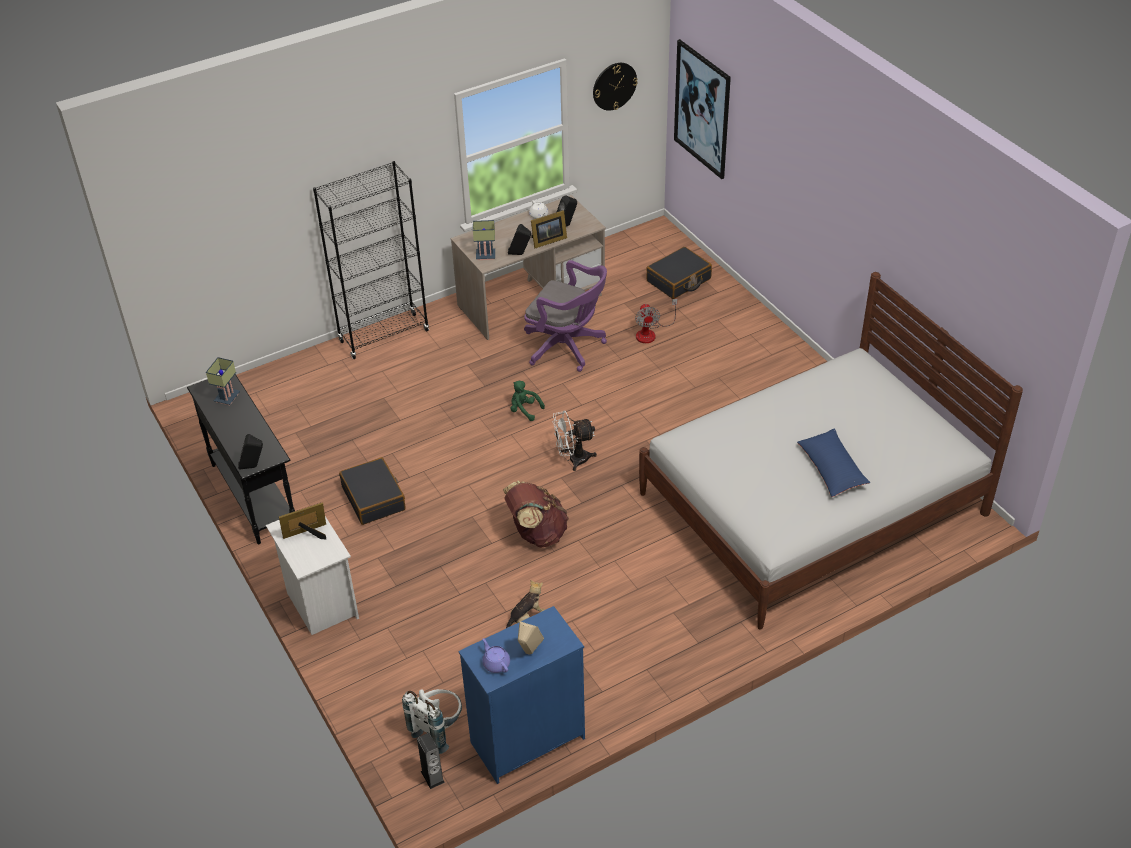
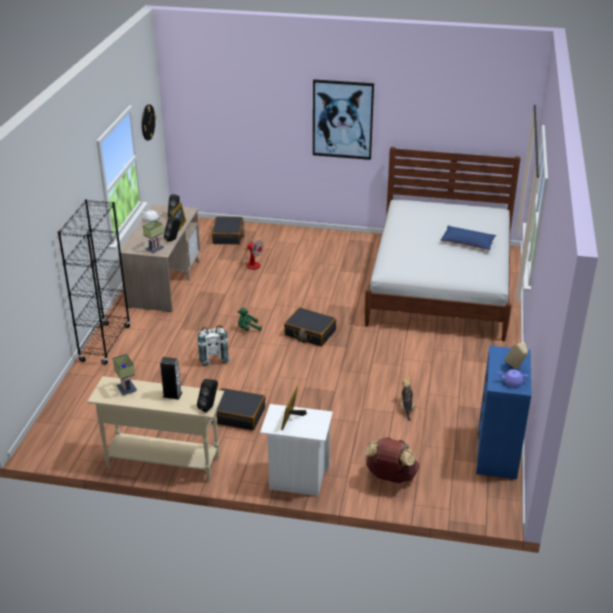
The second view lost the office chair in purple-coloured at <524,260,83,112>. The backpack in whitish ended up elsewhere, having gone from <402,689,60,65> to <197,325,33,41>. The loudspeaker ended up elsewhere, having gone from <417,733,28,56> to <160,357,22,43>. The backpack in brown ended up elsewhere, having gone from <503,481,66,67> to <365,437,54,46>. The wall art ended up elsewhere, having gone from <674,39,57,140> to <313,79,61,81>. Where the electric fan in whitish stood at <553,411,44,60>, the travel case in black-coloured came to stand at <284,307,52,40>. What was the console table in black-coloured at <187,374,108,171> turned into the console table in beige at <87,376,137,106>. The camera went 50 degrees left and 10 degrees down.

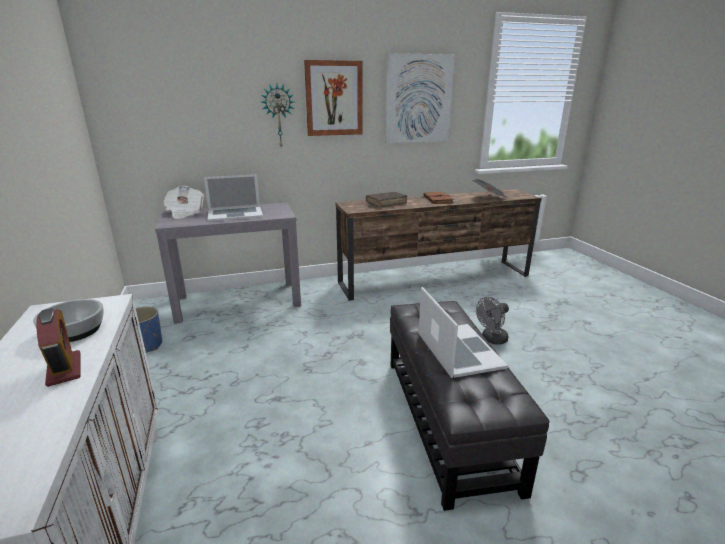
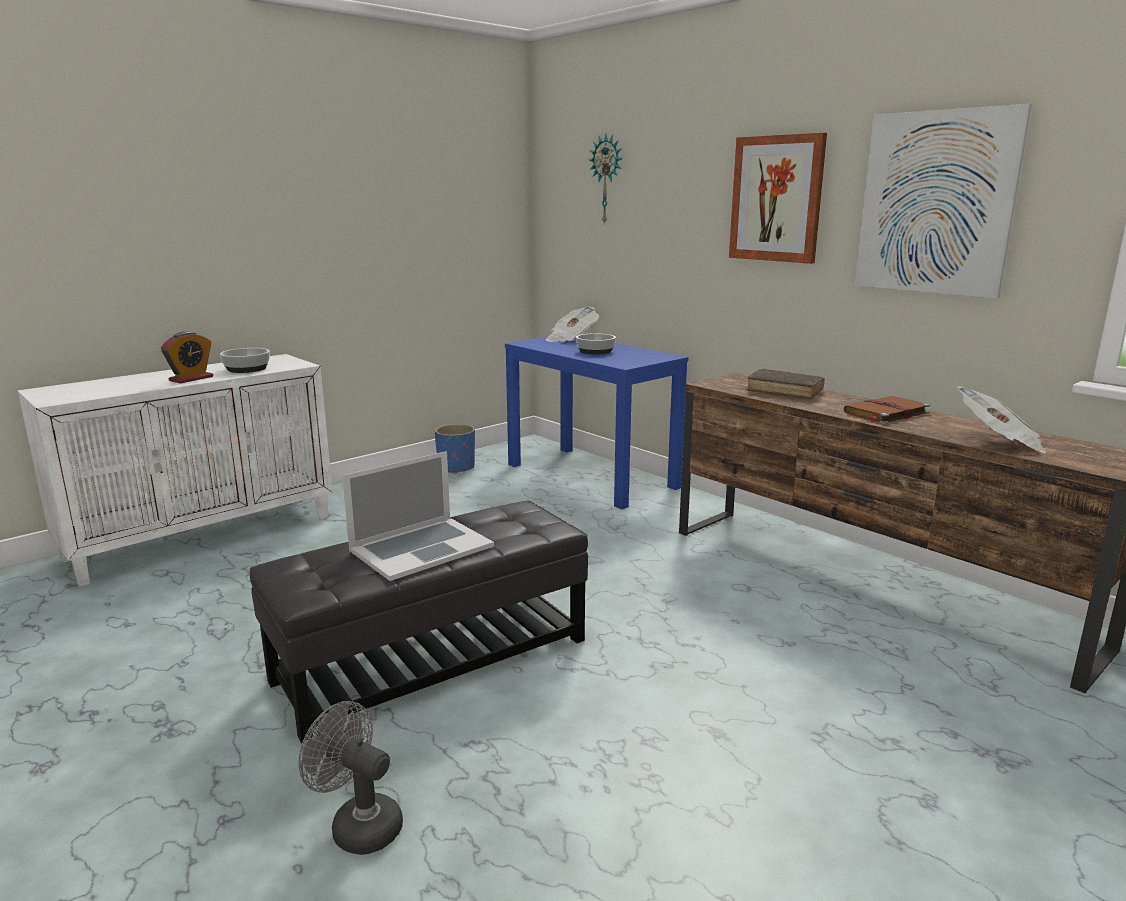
The hanging clock ended up elsewhere, having gone from <262,84,33,65> to <589,134,34,91>. The electric fan in gray ended up elsewhere, having gone from <476,297,33,47> to <298,701,105,154>. Where the laptop stood at <204,174,59,48>, the serving bowl came to stand at <576,333,40,22>. What was the console table in gray at <155,202,146,122> turned into the console table in blue-coloured at <505,337,184,172>. The camera went 65 degrees right and 5 degrees down.

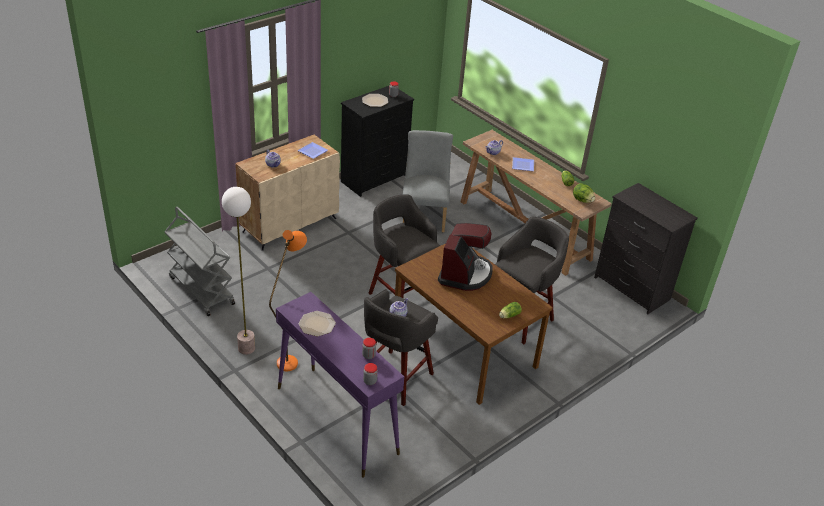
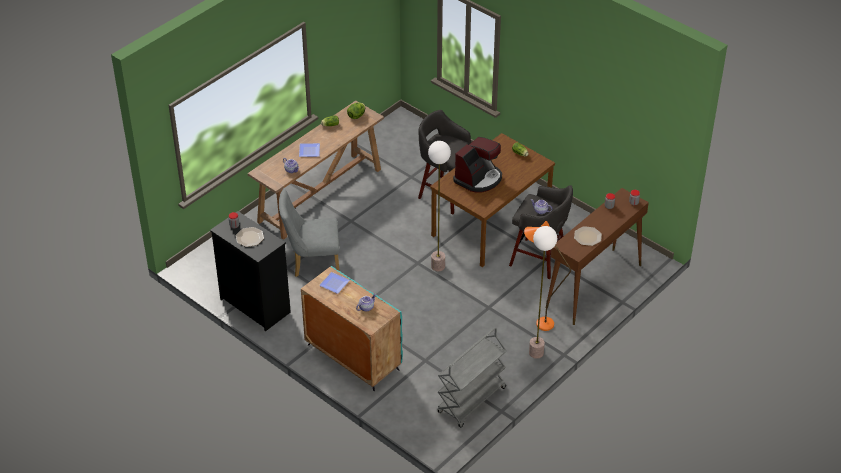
The second view lost the dresser in black-coloured at <594,183,104,131>. Where the sitting stool in gray stood at <369,194,71,104>, the standard lamp came to stand at <428,141,23,131>. What was the cabinet in beige at <235,135,105,116> turned into the cabinet in turquoise-coloured at <301,266,102,125>. What was the console table in purple-coloured at <276,292,128,185> turned into the console table in brown at <547,188,102,137>. The coffee maker at <438,223,55,68> ended up facing another way, 120 degrees clockwise from before. The camera went 95 degrees left and 5 degrees up.

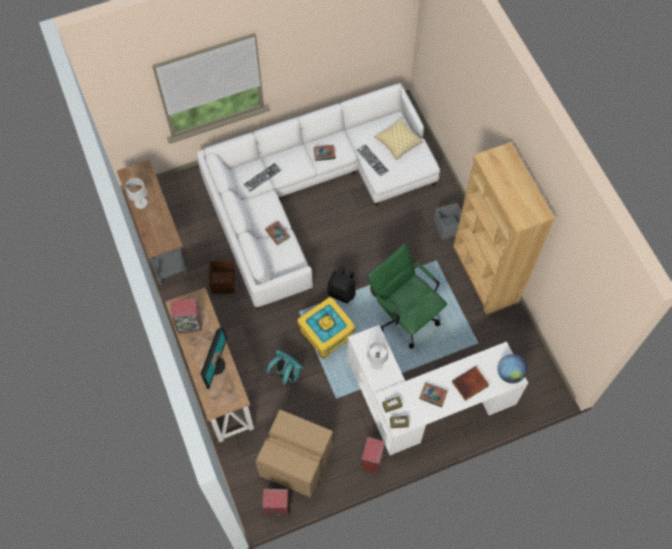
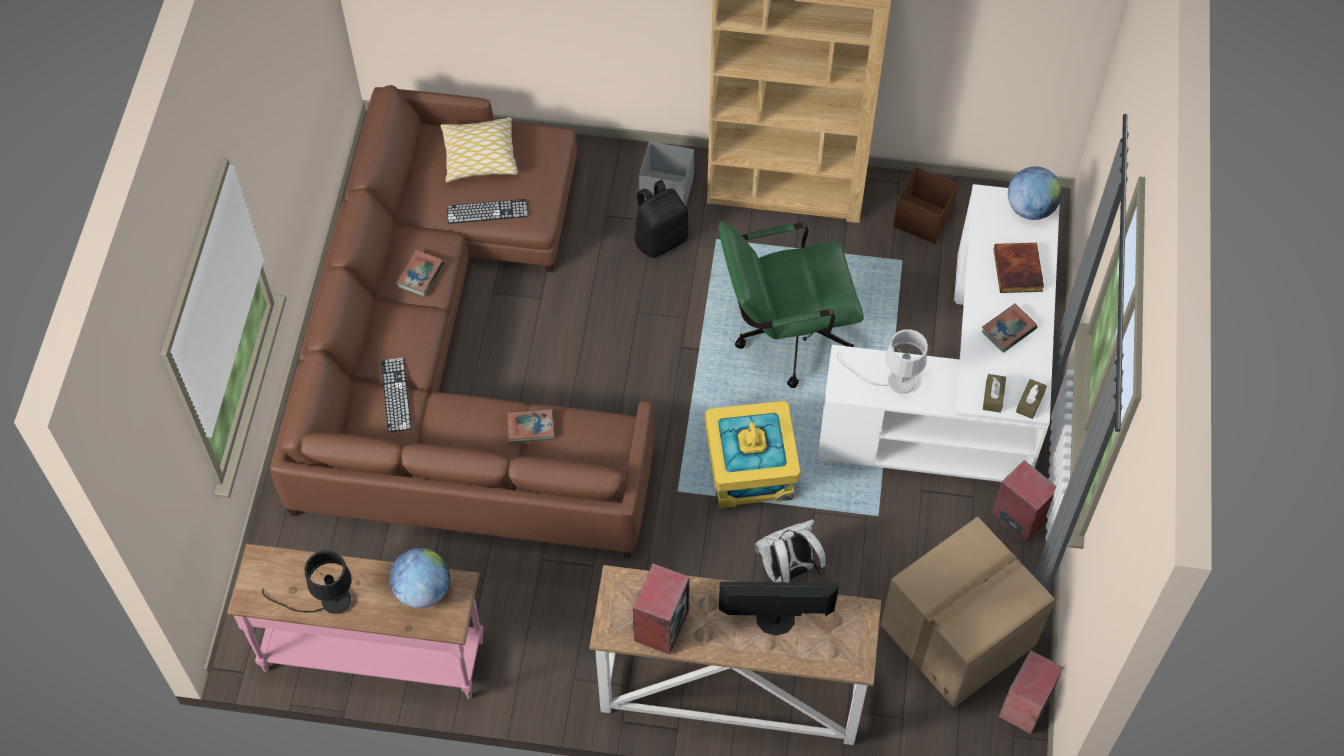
The second view gained the desk globe at <390,548,60,60>. The storage box in brown ended up elsewhere, having gone from <208,261,27,33> to <893,167,66,77>. The backpack in black-coloured ended up elsewhere, having gone from <327,266,29,37> to <634,180,54,78>. What was the console table in gray at <117,160,71,125> turned into the console table in pink-coloured at <227,543,256,156>. What was the table lamp in whitish at <126,176,22,33> turned into the table lamp in black-coloured at <262,550,90,64>. What was the settee in whitish at <197,83,243,227> turned into the settee in brown at <270,85,384,473>. What was the backpack in turquoise-coloured at <267,350,36,37> turned into the backpack in whitish at <755,519,71,63>. The monitor at <201,327,26,62> ended up facing another way, 45 degrees counterclockwise from before. The camera went 60 degrees left and 5 degrees down.

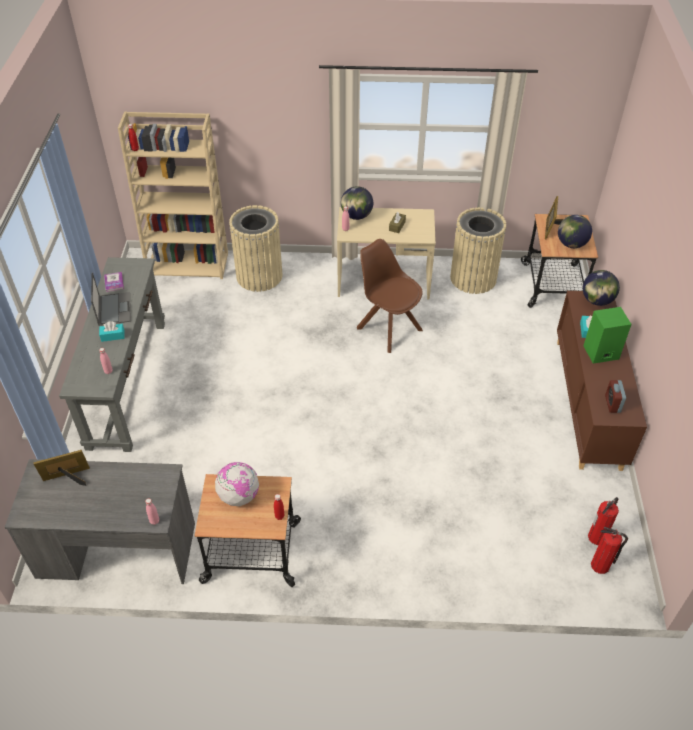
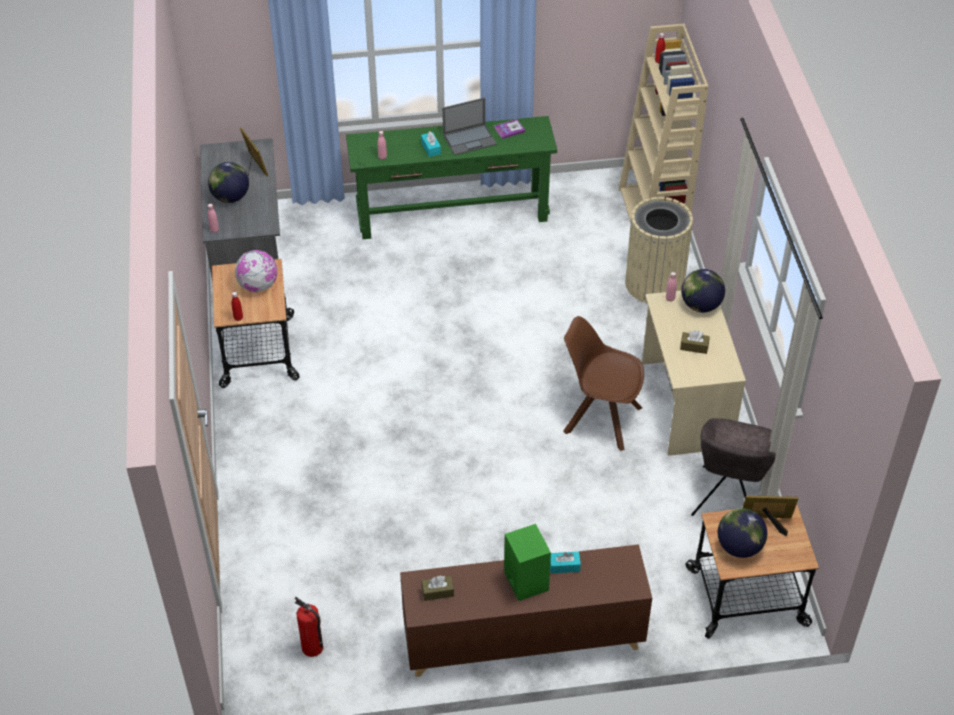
The second view lost the fire extinguisher at <591,527,37,47>. The desk globe ended up elsewhere, having gone from <583,270,37,36> to <208,162,41,41>. Where the waste bin in beige stood at <450,207,56,87>, the plain chair in gray came to stand at <691,418,85,98>. Where the alarm clock stood at <605,380,21,33>, the box of tissues in brown came to stand at <422,576,32,25>. What was the console table in gray at <59,257,106,195> turned into the console table in greenish at <346,116,211,123>. The plain chair in brown at <357,239,66,114> ended up facing another way, 105 degrees counterclockwise from before. The camera went 80 degrees right and 0 degrees up.

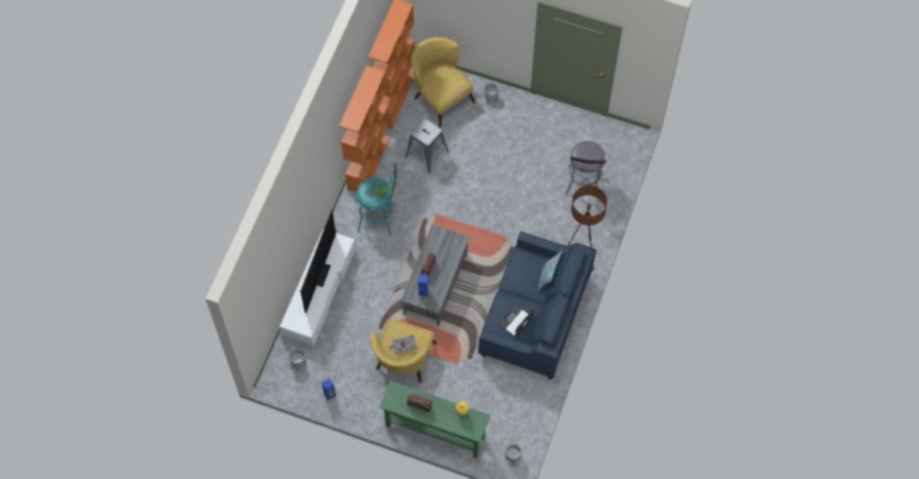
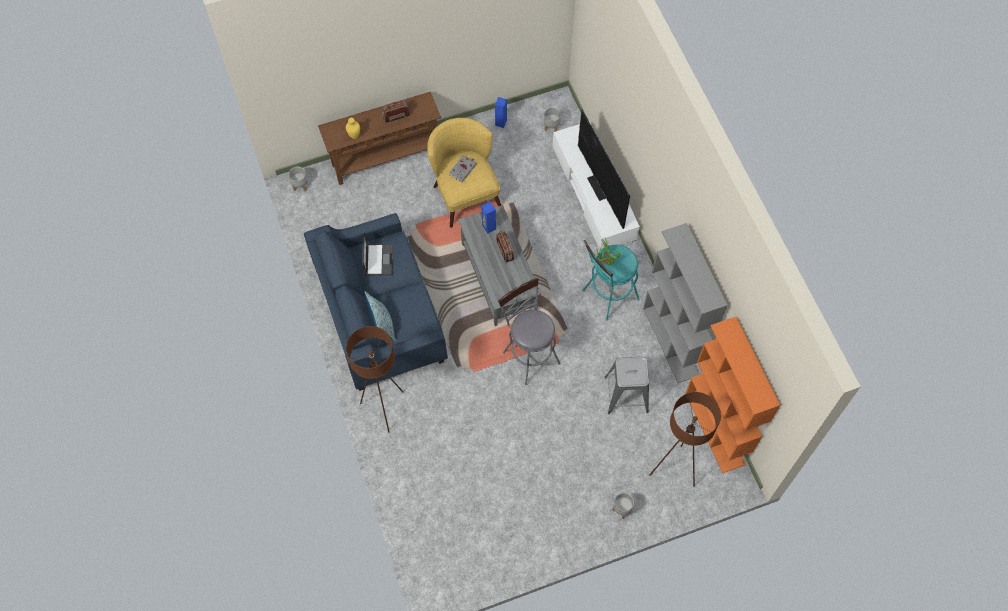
The sitting stool in gray ended up elsewhere, having gone from <565,141,42,58> to <498,277,63,108>. Where the armchair in yellow stood at <411,37,65,90>, the standard lamp in brown came to stand at <649,392,72,95>. What was the bookcase in orangey at <339,65,51,127> turned into the bookcase in gray at <643,223,85,160>. What was the console table in greenish at <379,381,111,77> turned into the console table in brown at <318,92,123,93>. The camera went 140 degrees right and 0 degrees up.

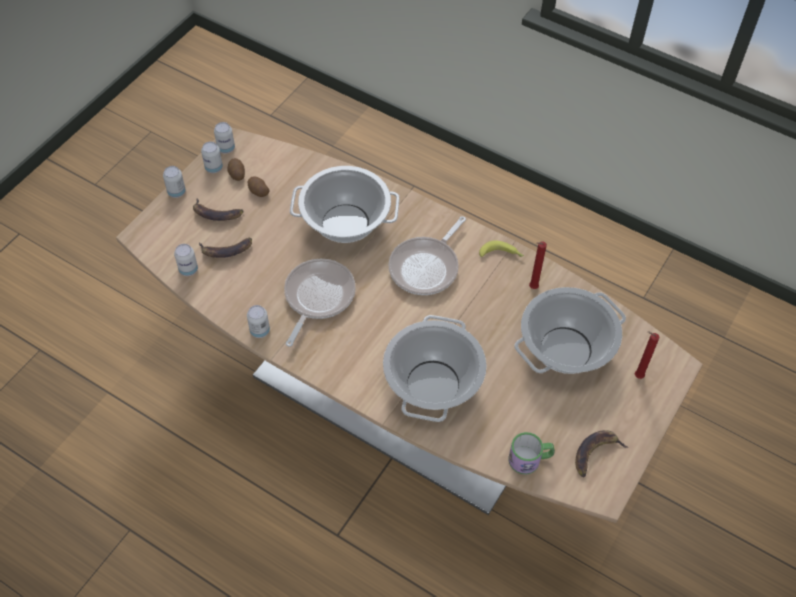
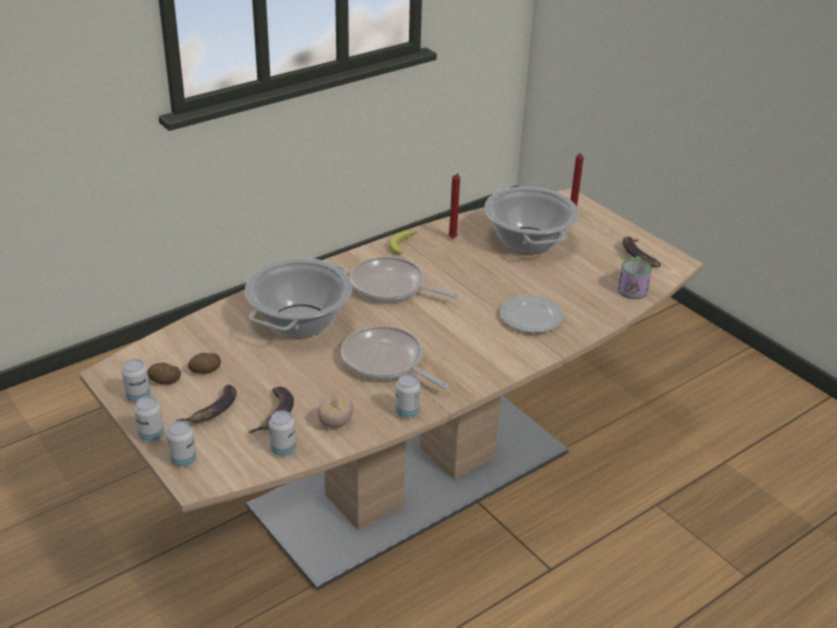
The second view gained the fresh tomato at <317,395,36,33>. The sealed can ended up elsewhere, having gone from <214,122,21,32> to <167,421,30,46>. Where the stockpot stood at <383,315,104,107>, the flat dish came to stand at <500,295,64,38>. The skillet at <388,216,78,79> ended up facing another way, 150 degrees clockwise from before. The camera went 70 degrees left and 20 degrees down.

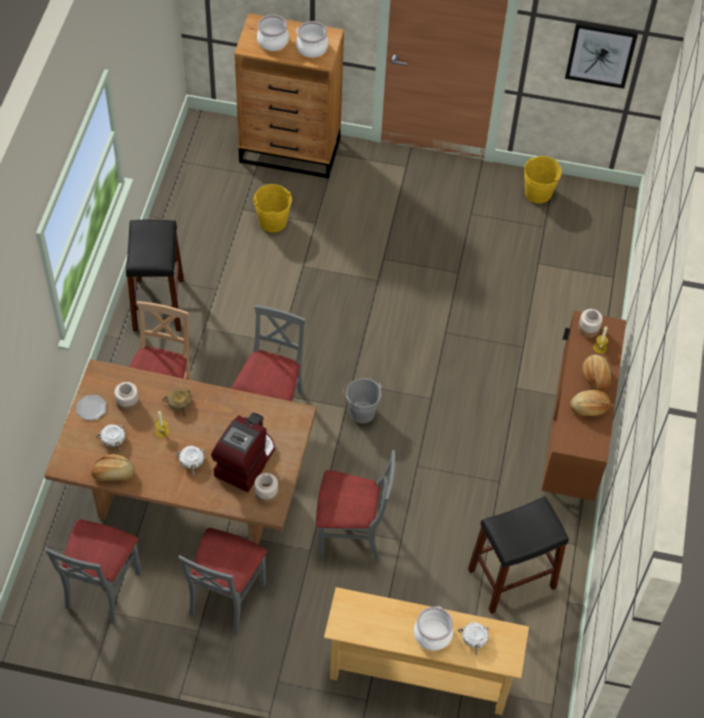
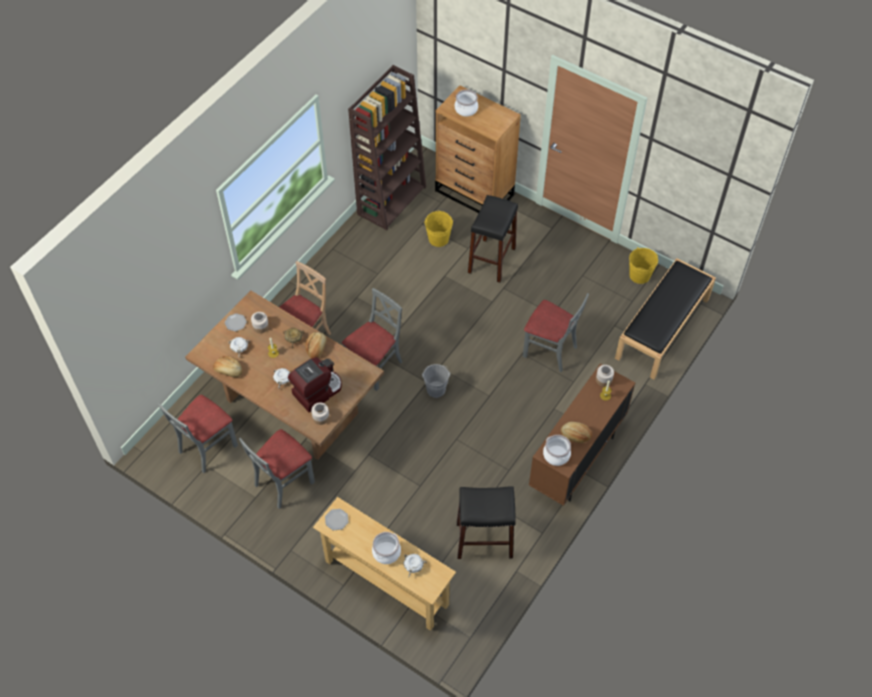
The second view lost the wall art at <565,22,73,67>. The second view gained the flat dish at <325,509,23,21>. The second view gained the bookcase in brown at <348,65,78,165>. The second view gained the indoor bench in black-coloured at <615,258,101,121>. The sitting stool in black-coloured ended up elsewhere, having gone from <126,220,58,111> to <468,195,50,88>. The stockpot ended up elsewhere, having gone from <296,21,32,37> to <543,435,28,31>. The plain chair in gray ended up elsewhere, having gone from <316,450,79,111> to <523,293,66,79>. The bakery bread ended up elsewhere, having gone from <583,354,28,37> to <305,332,22,26>. The camera went 25 degrees right and 0 degrees up.

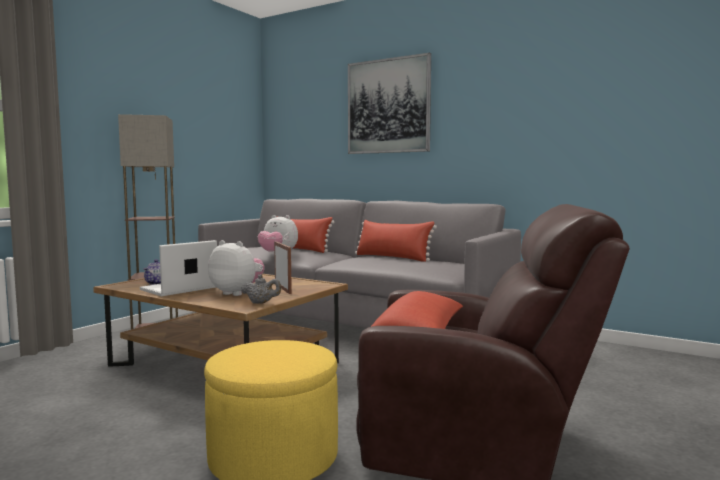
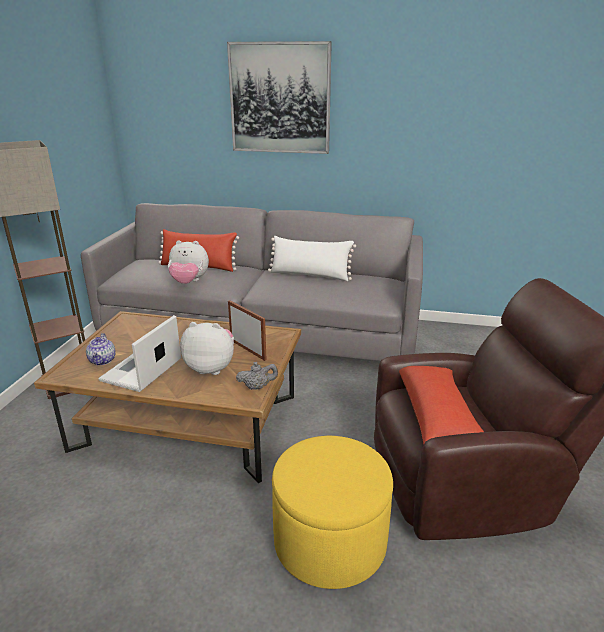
What was the throw pillow in reddish at <355,220,82,42> turned into the throw pillow in whitish at <268,236,88,45>. The camera went 20 degrees left and 20 degrees up.

